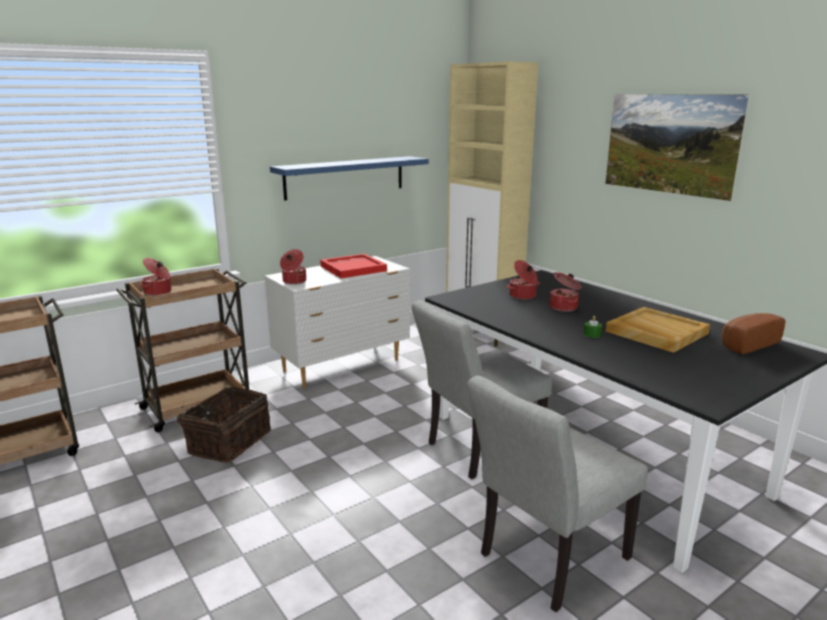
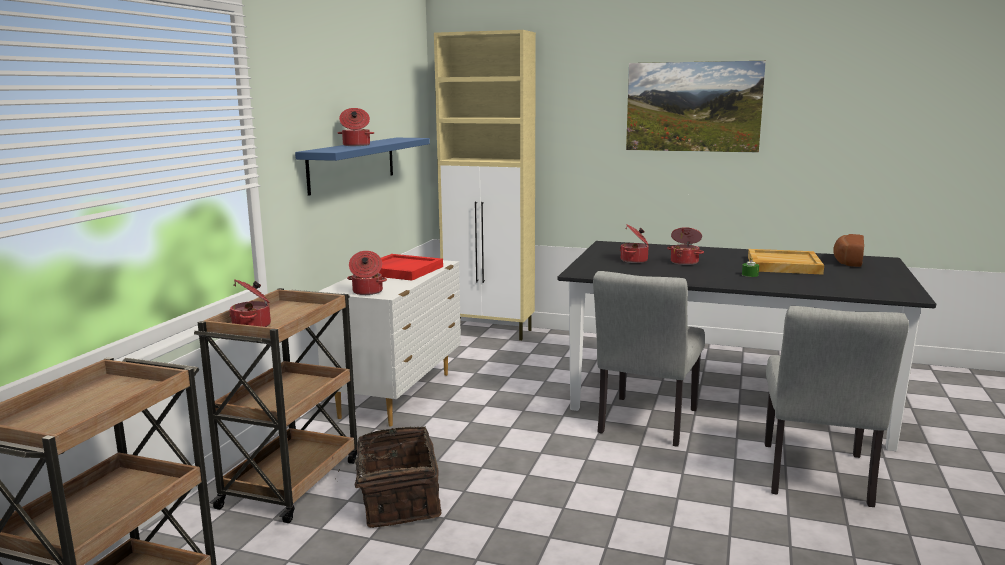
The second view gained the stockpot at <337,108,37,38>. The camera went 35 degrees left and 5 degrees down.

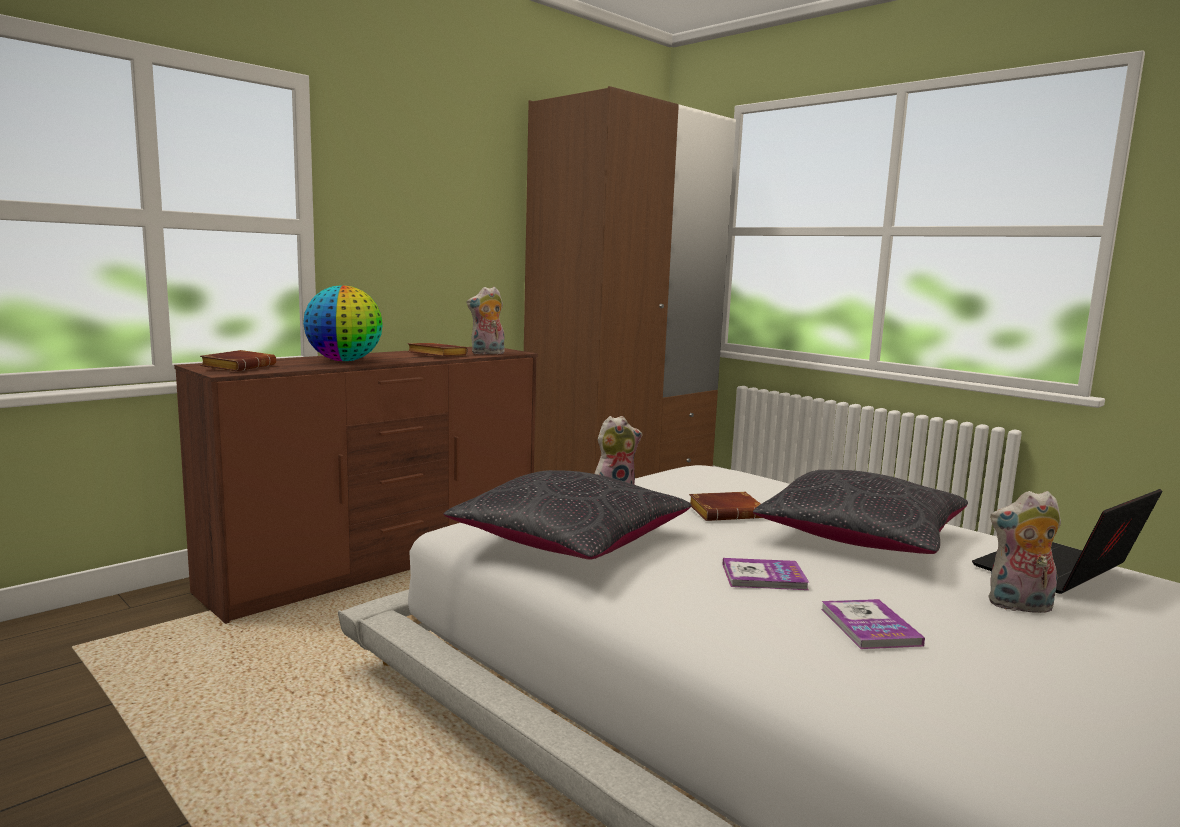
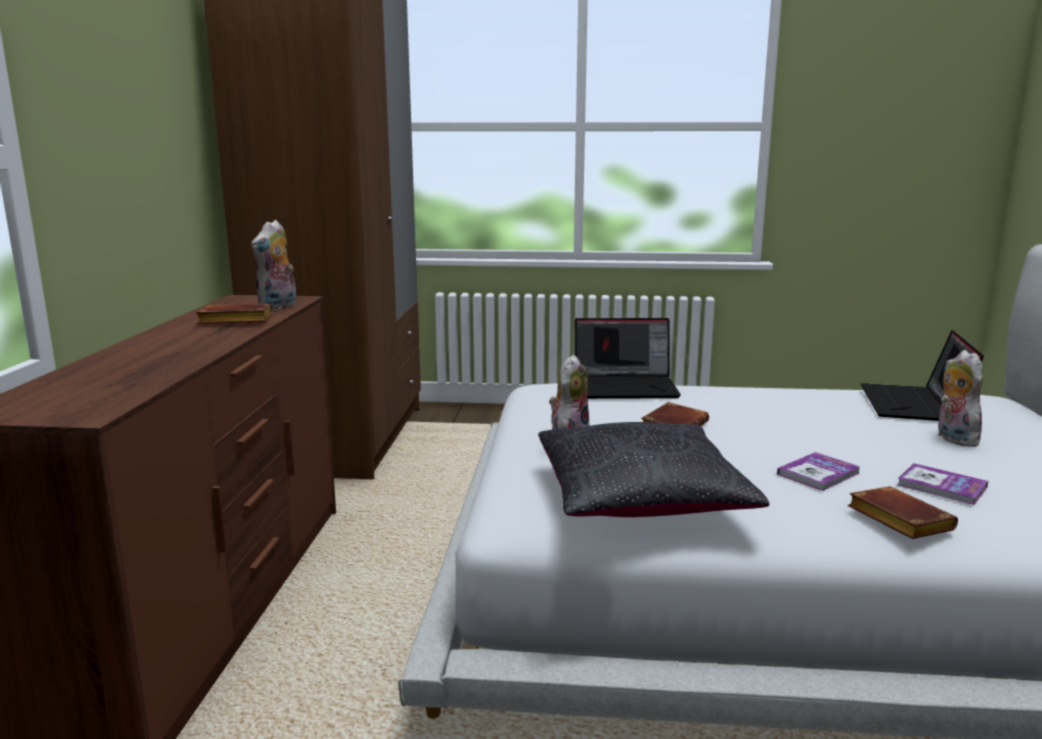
The second view lost the desk globe at <303,285,80,76>. The second view lost the throw pillow in black-coloured at <753,470,215,84>. The second view gained the laptop at <575,318,106,81>. The volume in brown ended up elsewhere, having gone from <200,350,76,21> to <848,486,110,53>. The cuddly toy at <989,491,72,125> ended up facing another way, 120 degrees clockwise from before. The camera went 40 degrees left and 5 degrees up.

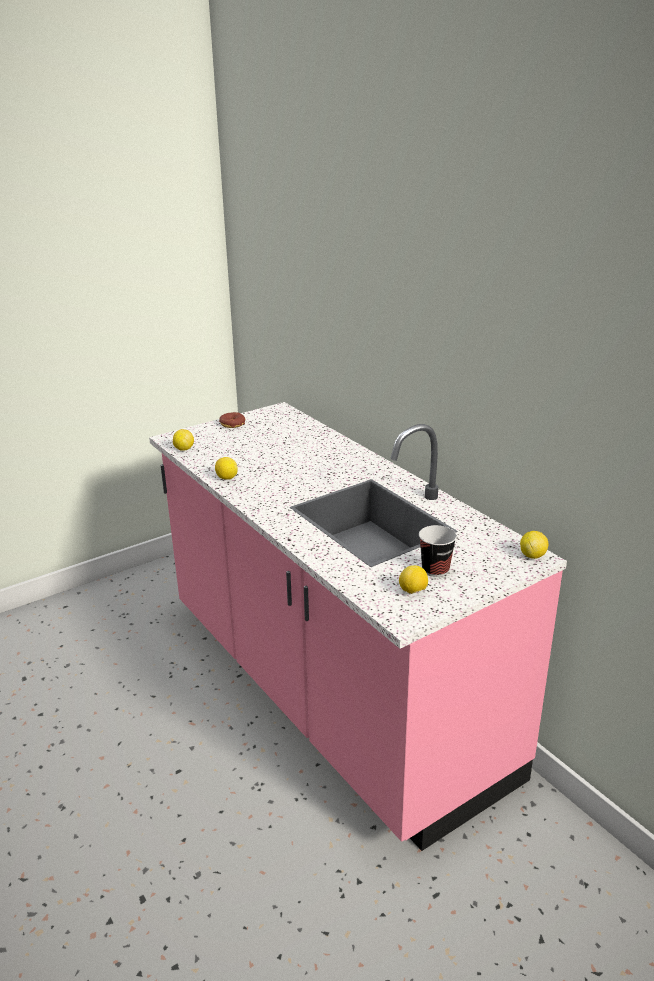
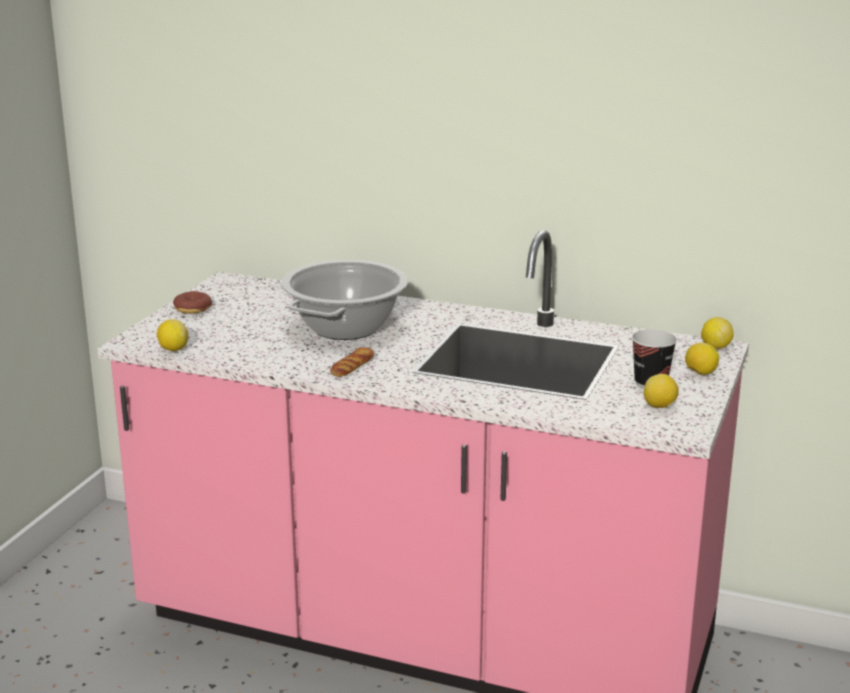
The second view gained the stockpot at <281,260,127,80>. The second view gained the bakery bread at <330,347,44,30>. The whole lemon ended up elsewhere, having gone from <215,457,23,23> to <685,343,34,32>. The camera went 35 degrees left and 5 degrees down.

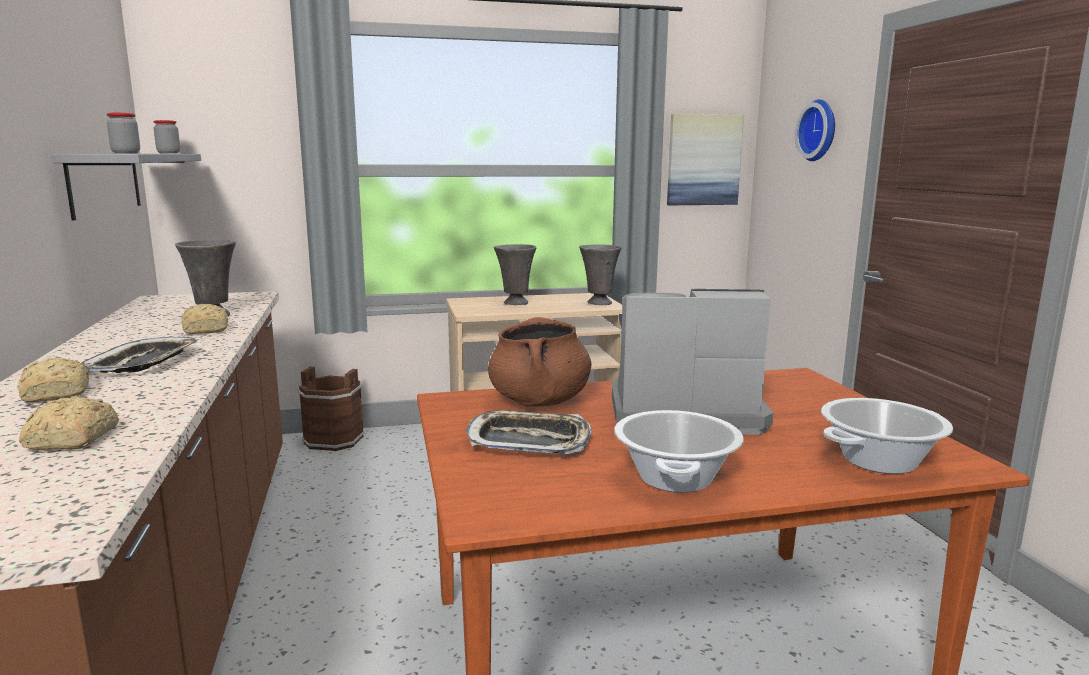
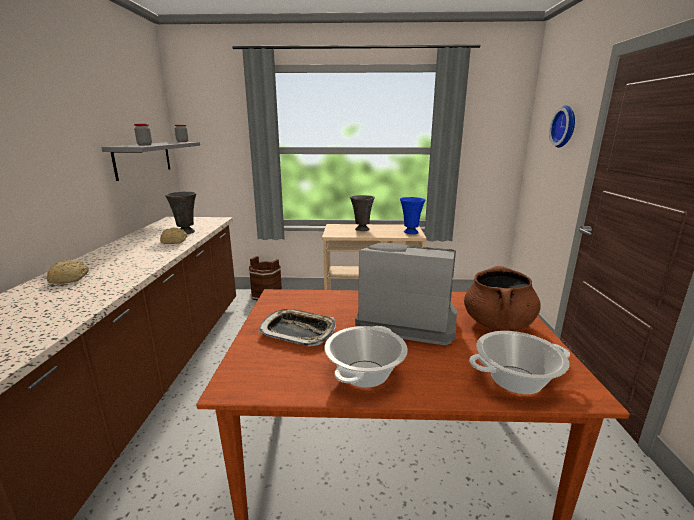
The second view lost the bakery bread at <19,396,100,54>. The second view lost the tray at <82,337,115,36>. The second view lost the wall art at <667,114,77,91>. The stockpot in brown ended up elsewhere, having gone from <488,317,103,90> to <464,266,77,65>. What was the flower vase in gray at <579,244,43,61> turned into the flower vase in blue-coloured at <400,197,26,37>. The camera went 15 degrees right and 5 degrees up.

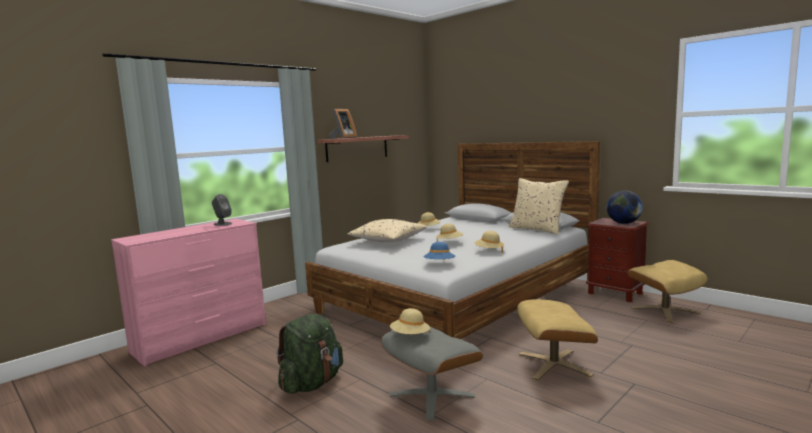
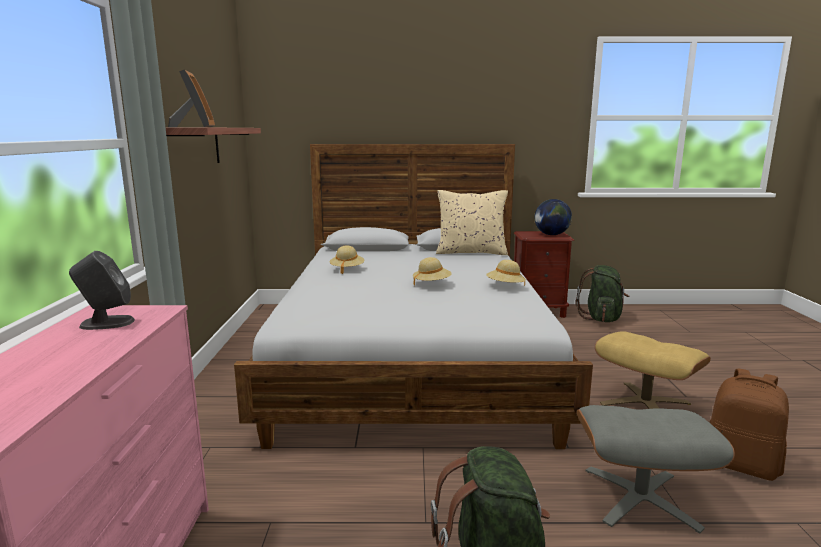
The second view lost the throw pillow in beige at <348,219,79,23>. The second view lost the hat in beige at <390,308,40,26>. The second view lost the hat in blue-coloured at <423,242,32,18>. The second view gained the backpack in brown at <709,369,80,112>. Where the ottoman in beige stood at <627,260,80,63>, the backpack in greenish came to stand at <576,265,53,57>. The camera went 45 degrees left and 5 degrees up.

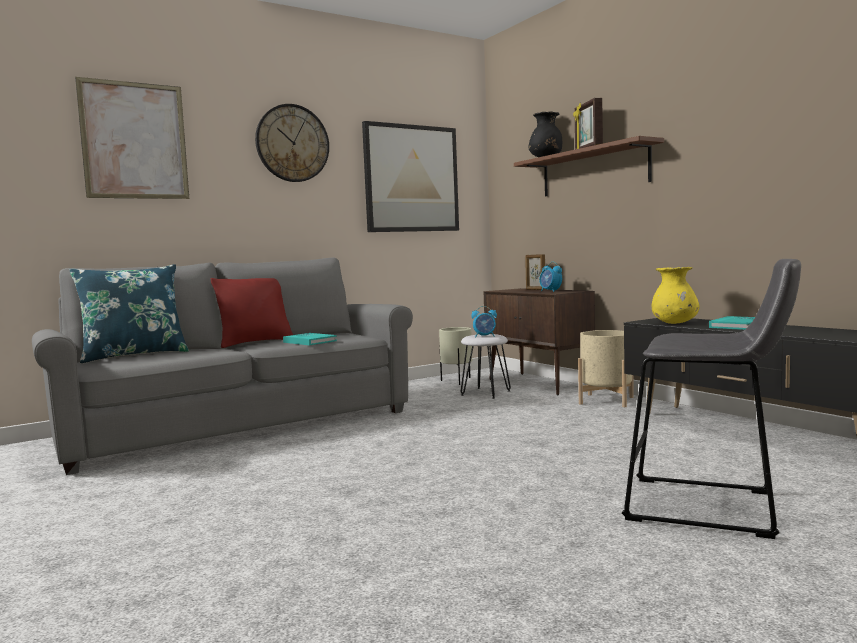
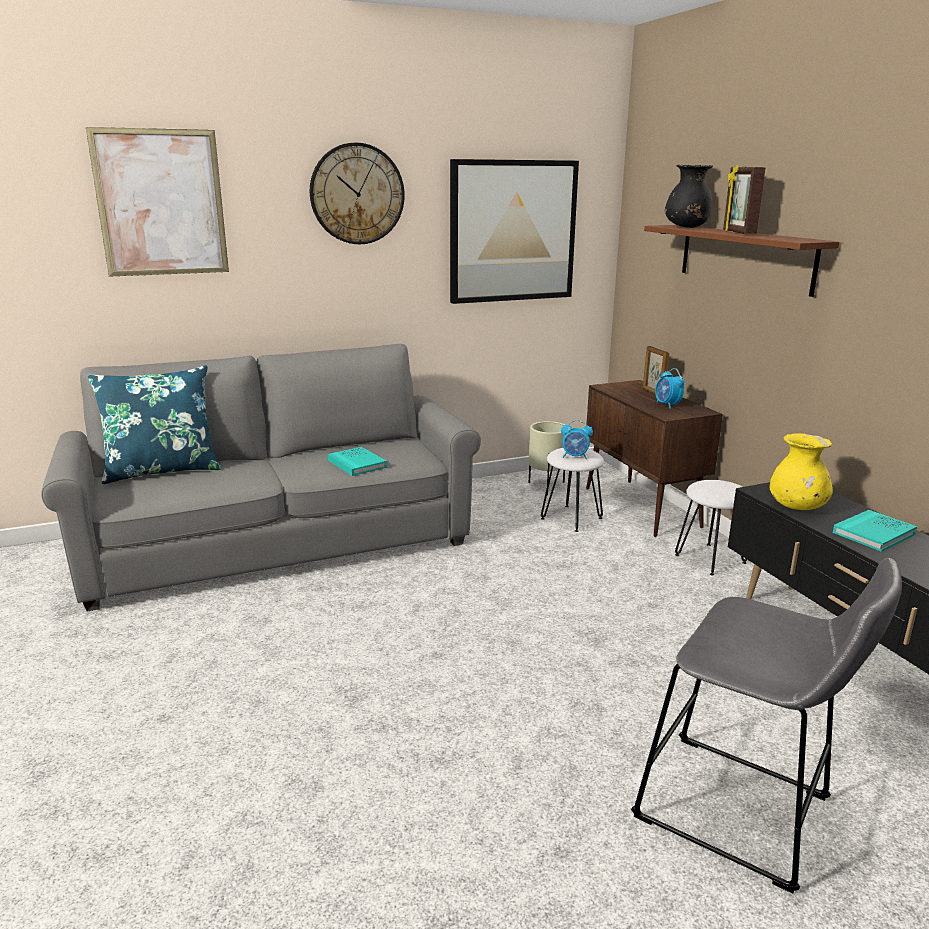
The second view lost the throw pillow in reddish at <211,278,82,70>. Where the planter in beige stood at <578,330,56,77>, the sitting stool in whitish came to stand at <675,480,72,95>. The camera went 10 degrees right and 15 degrees up.

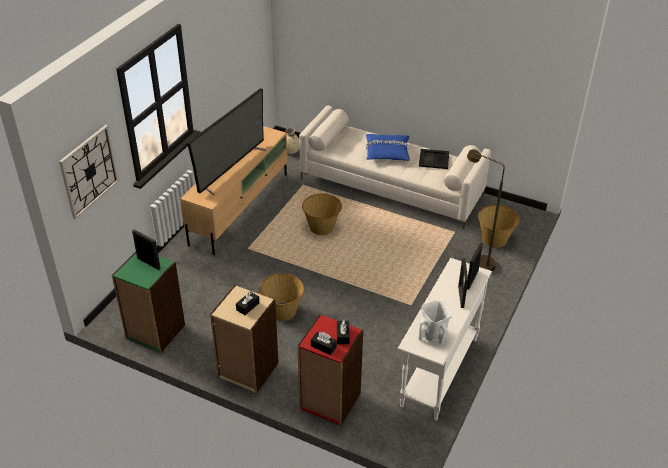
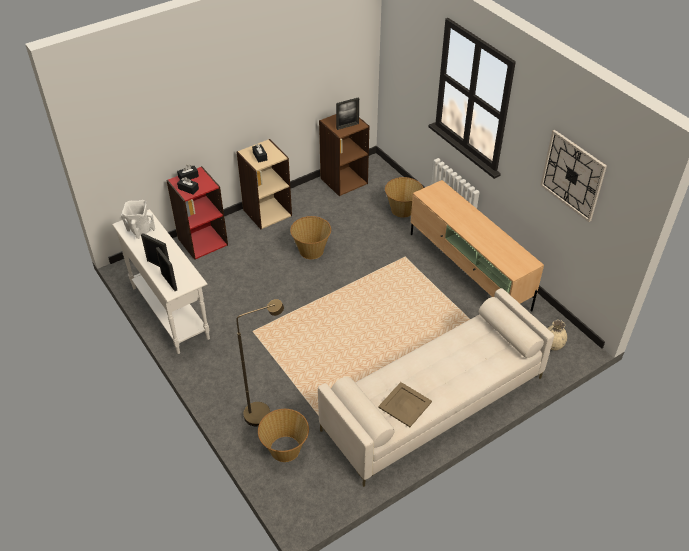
The second view lost the TV at <187,88,79,107>. The second view lost the throw pillow in blue-coloured at <366,134,44,27>. The hanging clock ended up elsewhere, having gone from <59,125,60,94> to <540,130,67,92>. The basket ended up elsewhere, having gone from <302,194,40,41> to <385,177,38,41>. What was the bookcase in greenish at <112,252,73,101> turned into the bookcase in brown at <319,114,50,82>. What was the tray in black-coloured at <419,149,30,20> turned into the tray in beige at <378,382,54,45>. The camera went 120 degrees right and 5 degrees up.

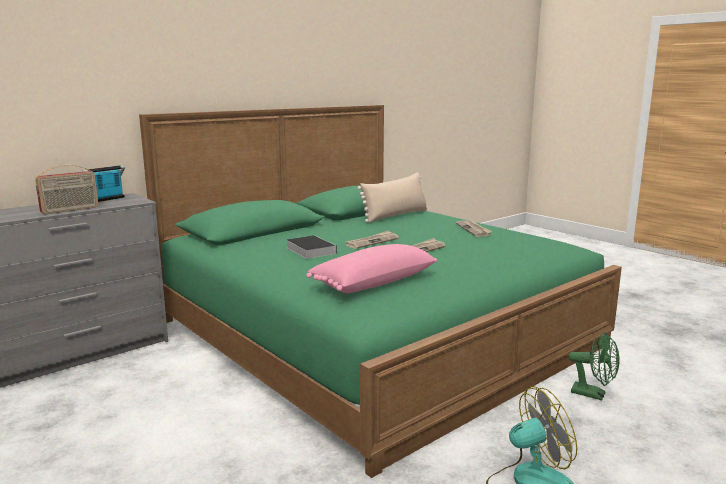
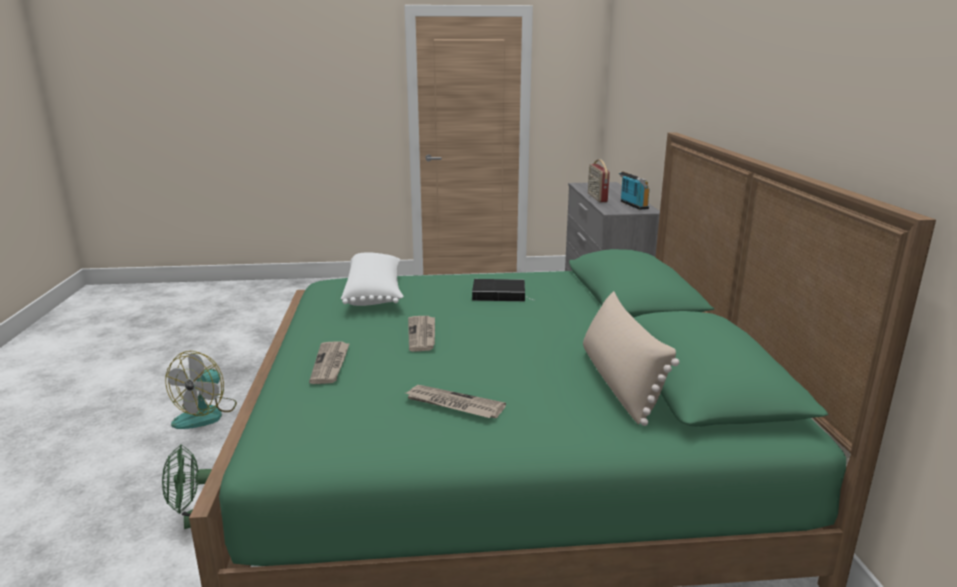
The newspaper ended up elsewhere, having gone from <346,230,53,19> to <309,342,41,42>. What was the throw pillow in pink-coloured at <306,244,131,49> turned into the throw pillow in whitish at <341,252,63,54>. The camera went 125 degrees right and 5 degrees up.

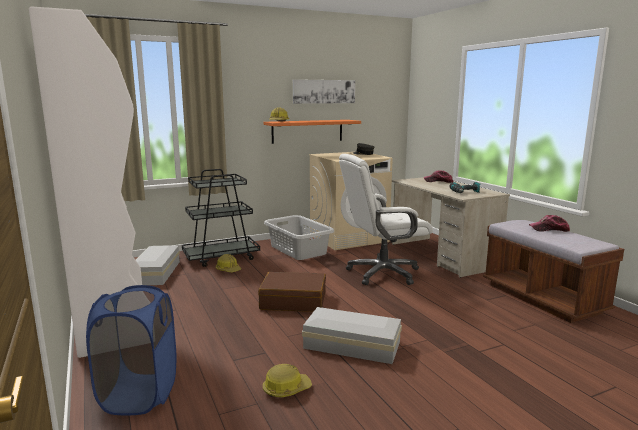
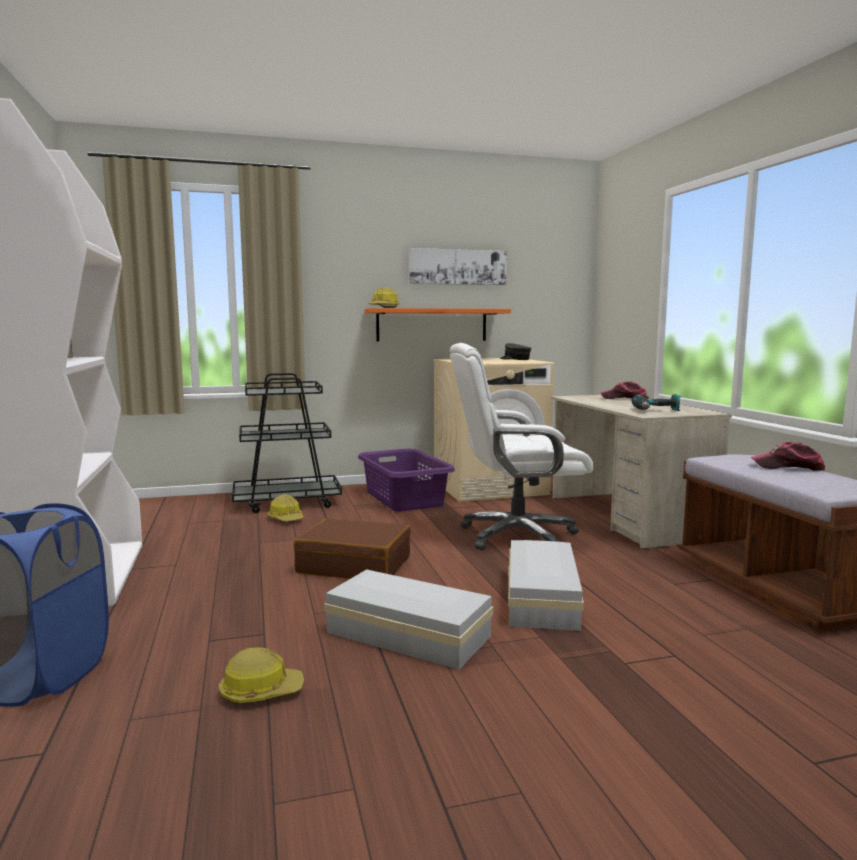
The storage box in whitish ended up elsewhere, having gone from <136,246,44,39> to <508,540,76,91>. What was the laundry basket in gray at <264,215,70,45> turned into the laundry basket in purple-coloured at <358,449,97,63>. The camera went 10 degrees right and 5 degrees down.

